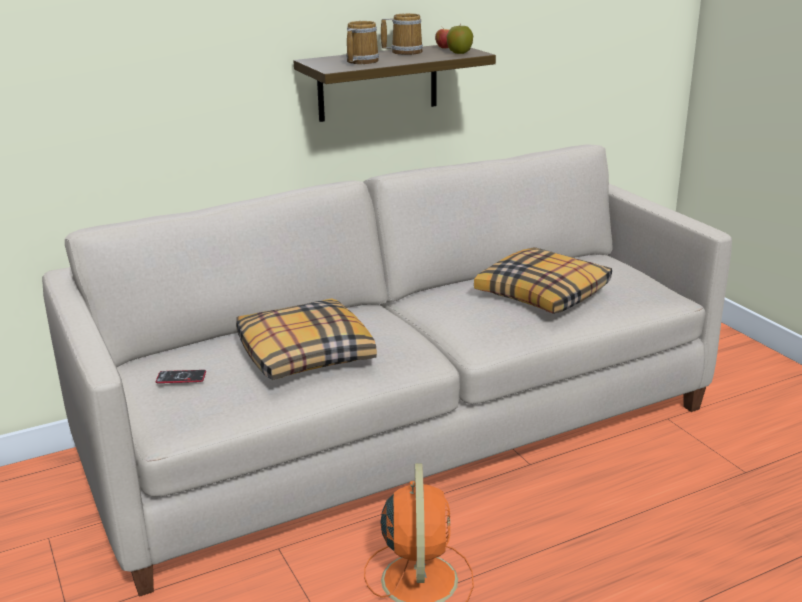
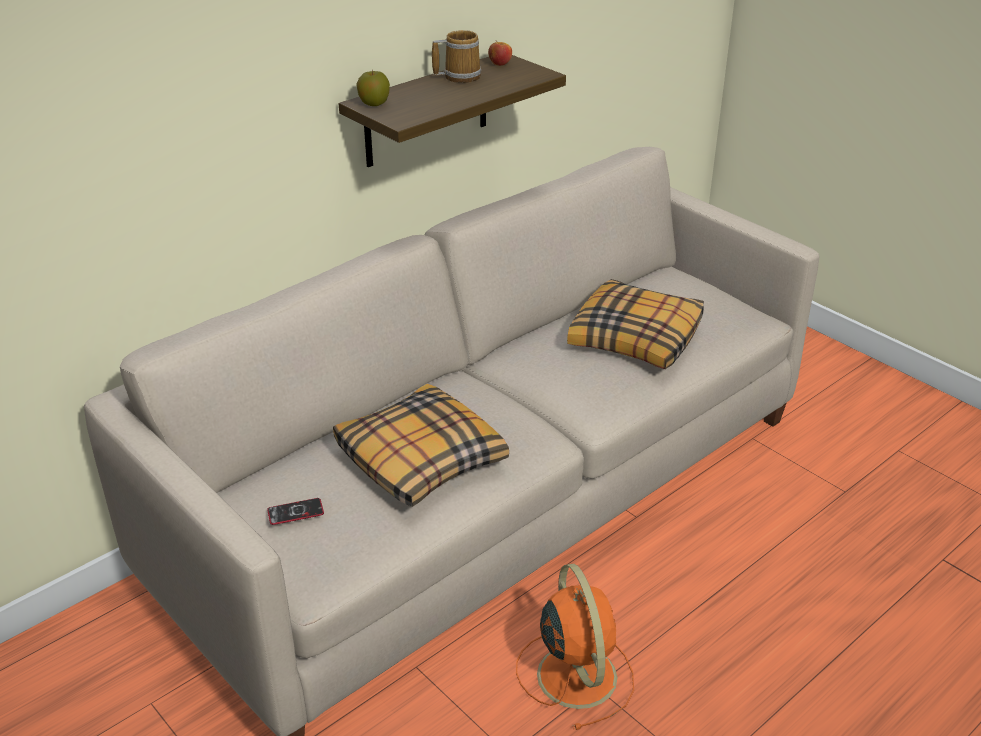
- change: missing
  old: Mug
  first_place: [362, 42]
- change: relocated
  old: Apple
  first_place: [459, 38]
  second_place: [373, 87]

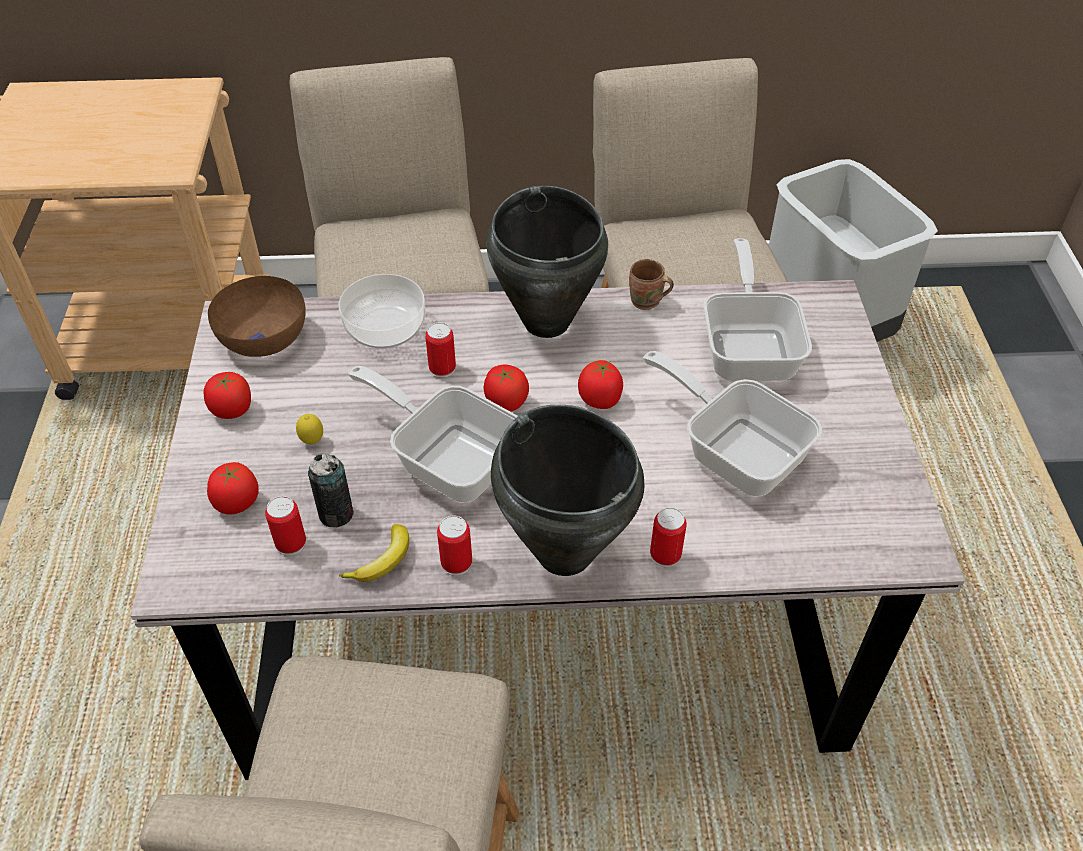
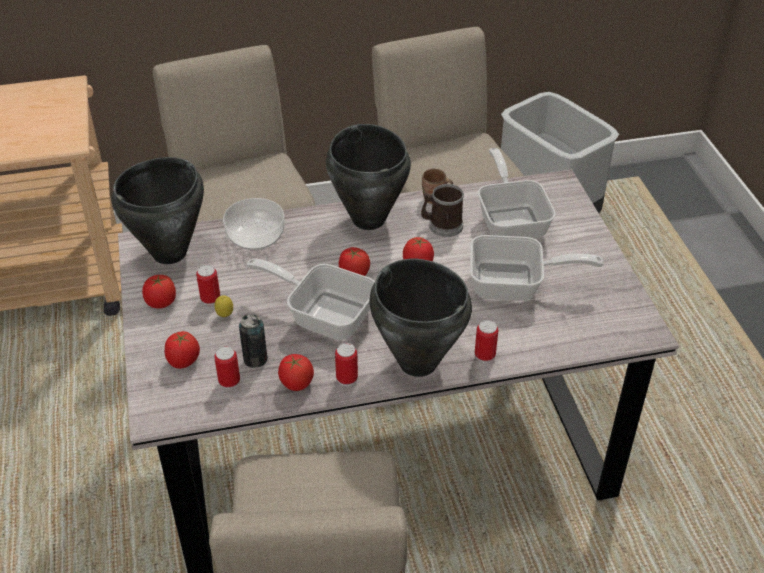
- change: appeared
  new: Mug
  second_place: [442, 210]
- change: relocated
  old: Can
  first_place: [440, 350]
  second_place: [208, 285]
- change: exchanged
  old: BrownBowl
  new: BlackCookingPot
  first_place: [257, 316]
  second_place: [158, 210]
- change: exchanged
  old: Banana
  new: Tomato
  first_place: [374, 553]
  second_place: [296, 372]
- change: spun
  old: FryingPan
  first_place: [732, 423]
  second_place: [537, 268]
  degrees: 150

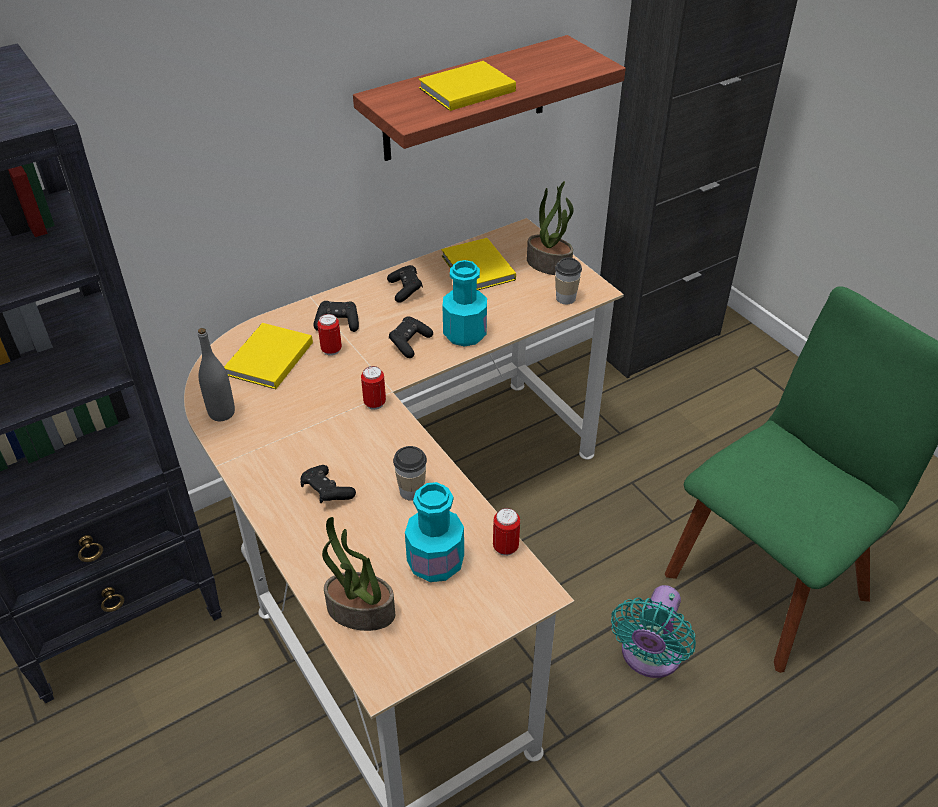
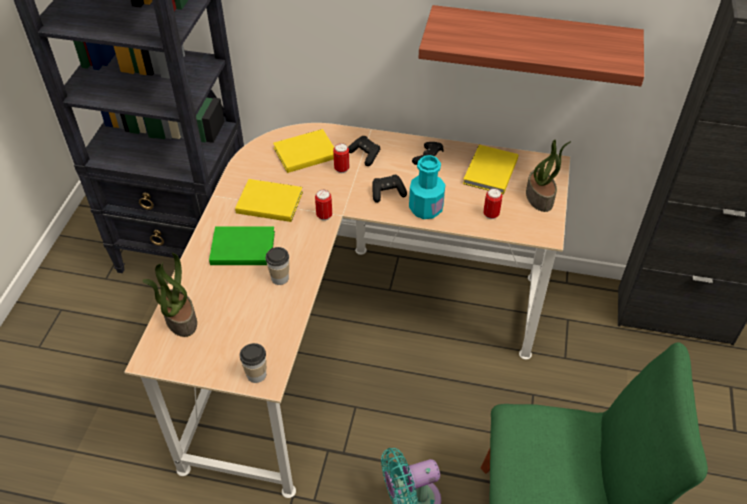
- change: missing
  old: GreyBottle
  first_place: [216, 374]
- change: missing
  old: TurquoiseBottle
  first_place: [434, 532]
- change: relocated
  old: YellowBook
  first_place: [467, 86]
  second_place: [269, 200]
- change: relocated
  old: Can
  first_place: [506, 532]
  second_place: [492, 203]
- change: relocated
  old: Cup
  first_place: [568, 281]
  second_place: [253, 363]
- change: exchanged
  old: BlackGameController
  new: GreenBook
  first_place: [328, 484]
  second_place: [242, 245]

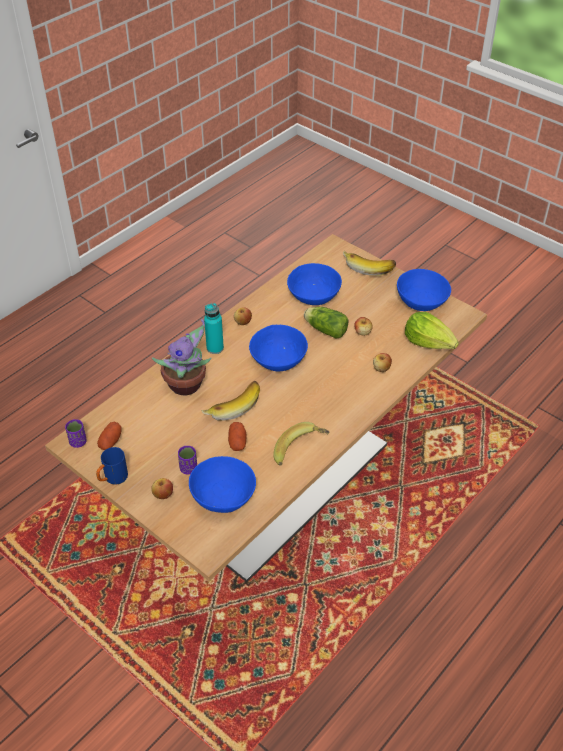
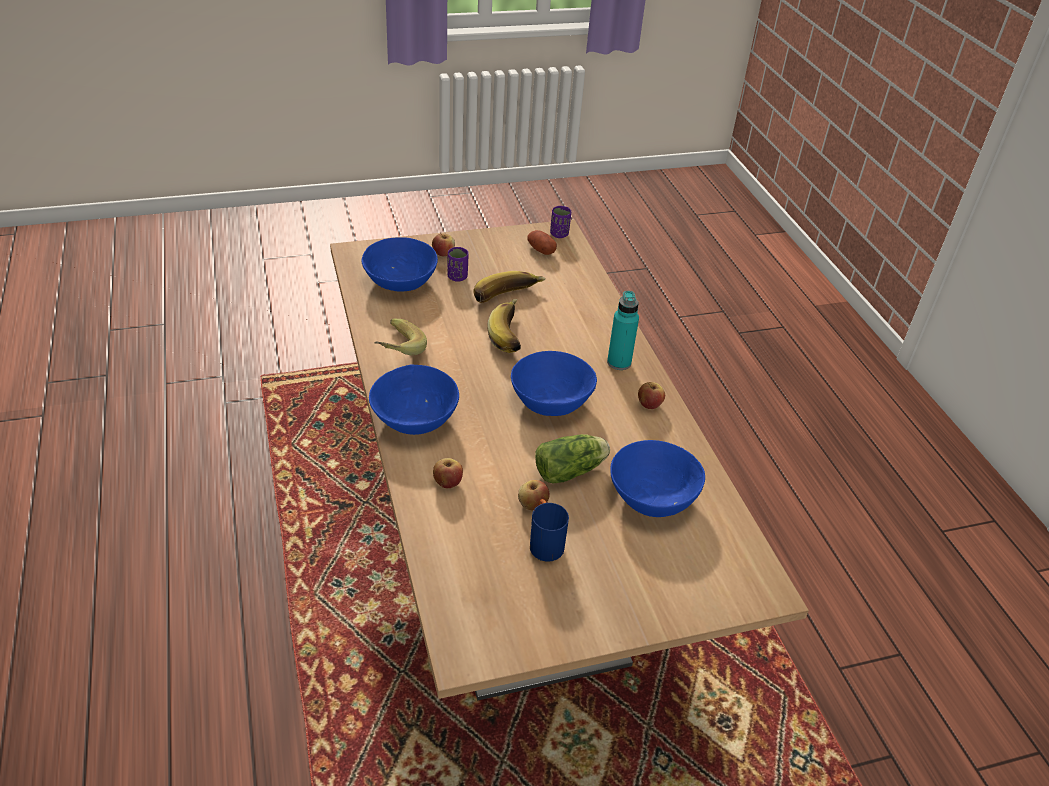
- change: missing
  old: PottedPlant
  first_place: [181, 357]
- change: missing
  old: Potato
  first_place: [237, 436]
- change: missing
  old: Lettuce
  first_place: [432, 330]
- change: relocated
  old: BlueMug
  first_place: [112, 466]
  second_place: [549, 530]
- change: relocated
  old: Banana
  first_place: [369, 263]
  second_place: [509, 287]
- change: relocated
  old: BlueBowl
  first_place: [424, 290]
  second_place: [414, 400]

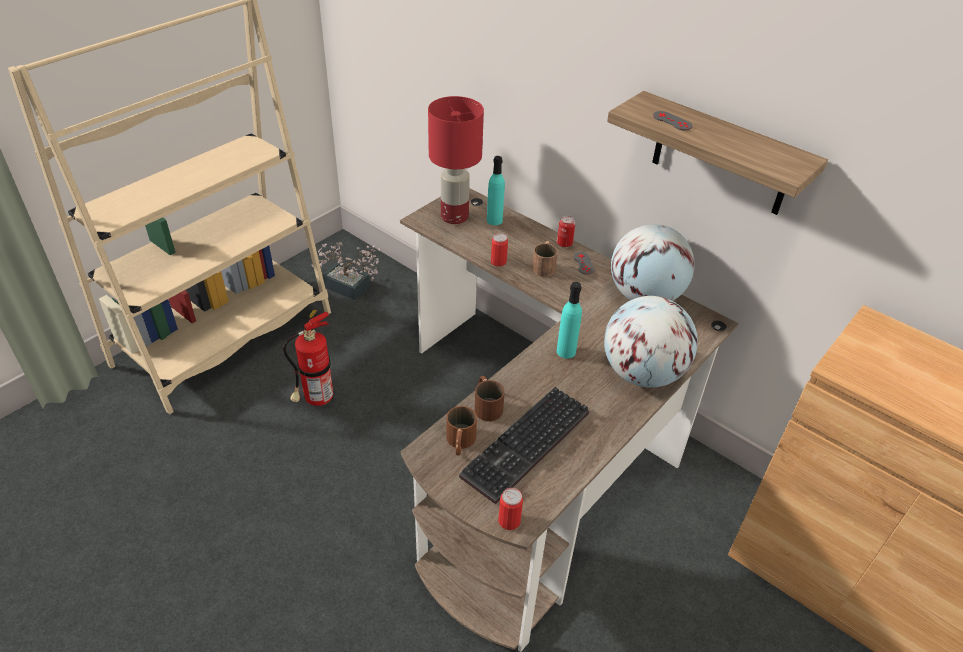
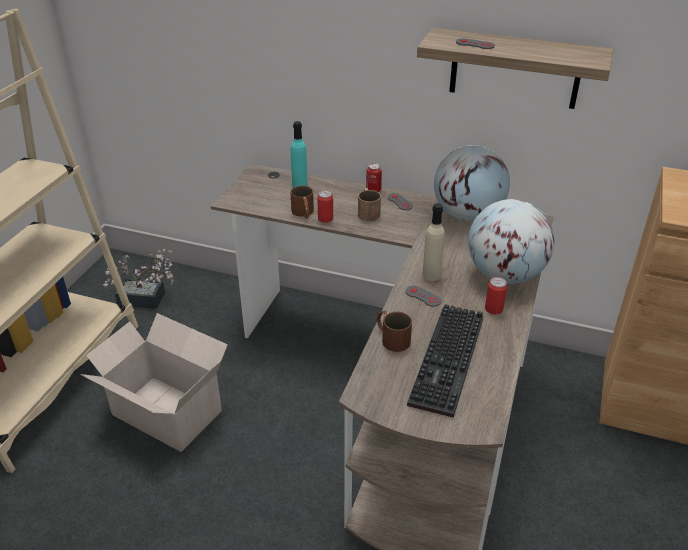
- change: missing
  old: RedTableLamp
  first_place: [456, 160]
- change: appeared
  new: GreyGameController
  second_place: [423, 296]
- change: relocated
  old: BrownMug
  first_place: [461, 430]
  second_place: [302, 202]
- change: relocated
  old: Can
  first_place: [510, 509]
  second_place: [496, 295]
- change: exchanged
  old: FireExtinguisher
  new: CardboardBox
  first_place: [308, 358]
  second_place: [154, 382]
- change: colour
  old: TurquoiseBottle
  new: BeigeBottle
  first_place: [569, 320]
  second_place: [433, 242]

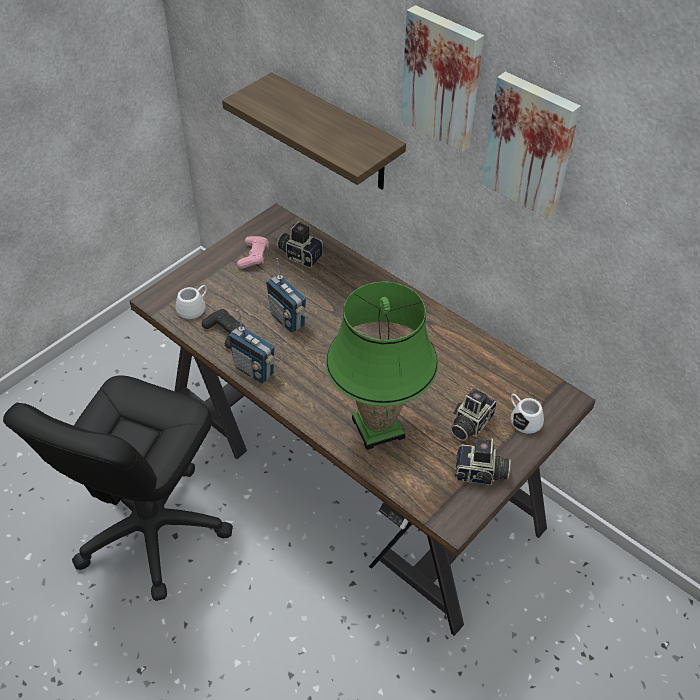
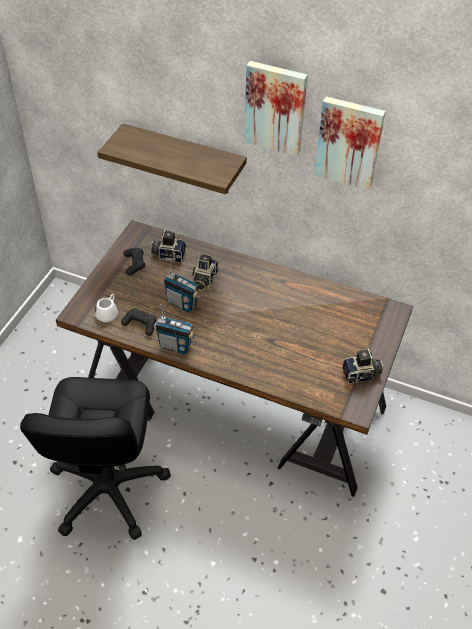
- change: missing
  old: GreenTableLamp
  first_place: [382, 366]
- change: missing
  old: WhiteMug
  first_place: [527, 414]
- change: relocated
  old: PhotoCamera
  first_place: [473, 414]
  second_place: [205, 272]
- change: colour
  old: PinkGameController
  new: BlackGameController
  first_place: [253, 252]
  second_place: [134, 261]

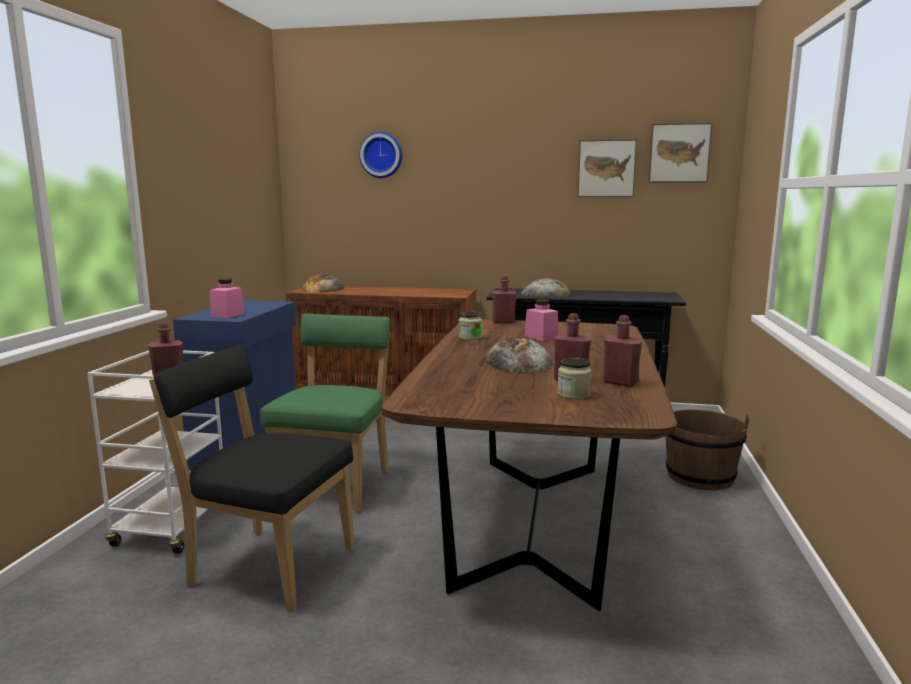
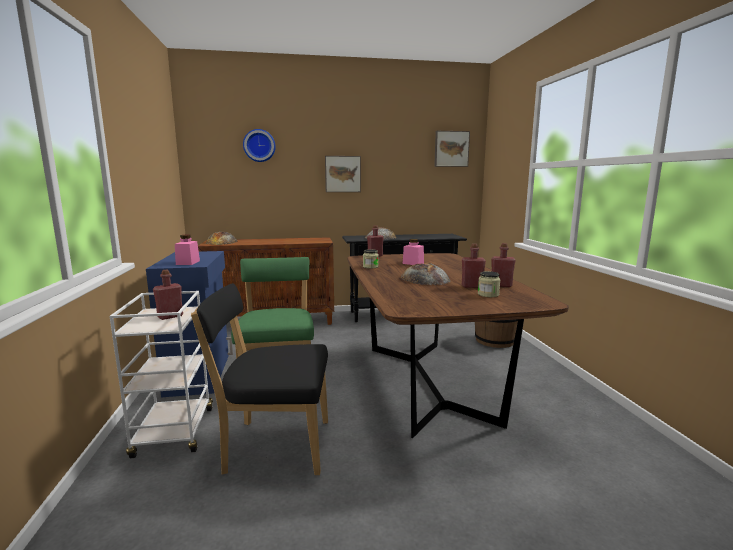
- change: relocated
  old: Picture
  first_place: [607, 168]
  second_place: [343, 174]

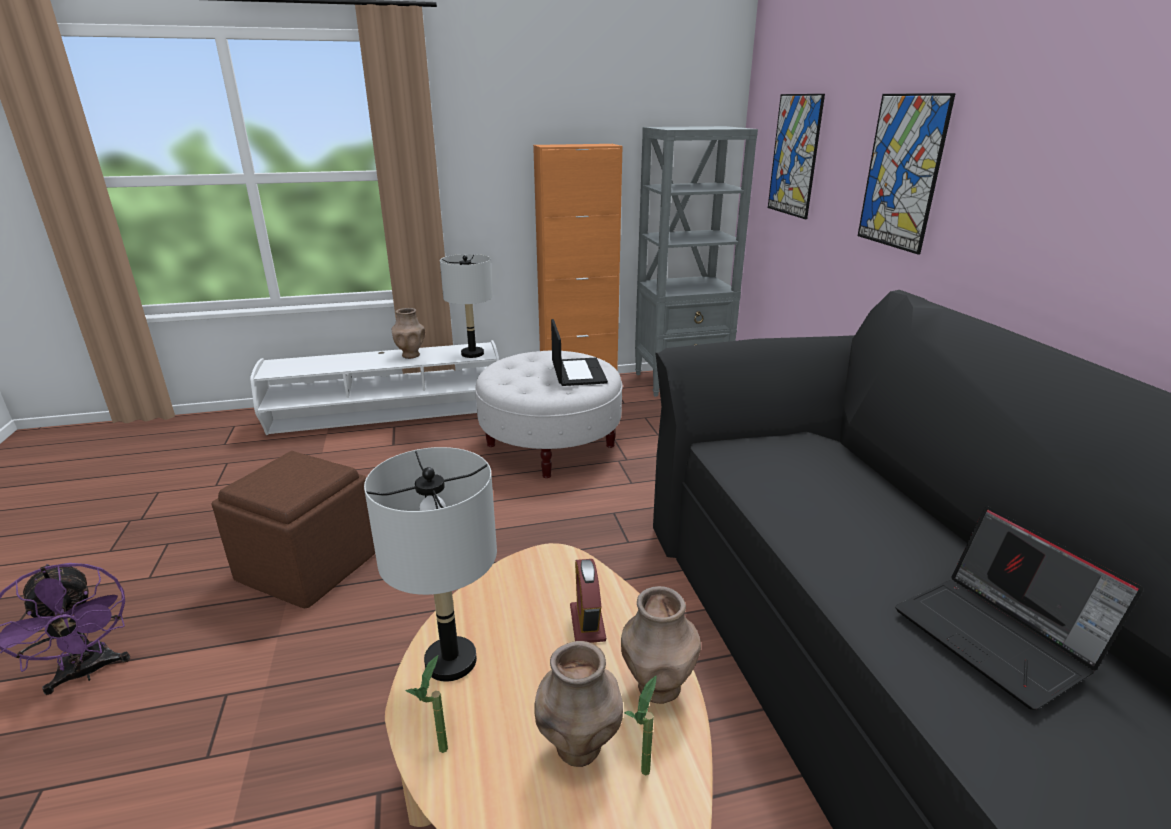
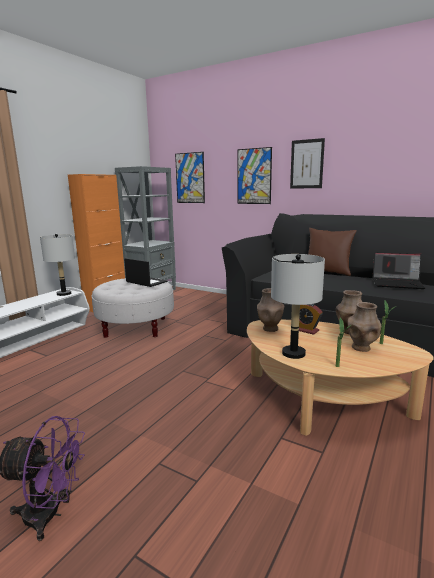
- change: missing
  old: BrownOttoman
  first_place: [293, 529]
- change: appeared
  new: Picture
  second_place: [307, 163]
- change: appeared
  new: BrownPillow
  second_place: [332, 252]
- change: relocated
  old: BrownVase
  first_place: [408, 333]
  second_place: [270, 310]

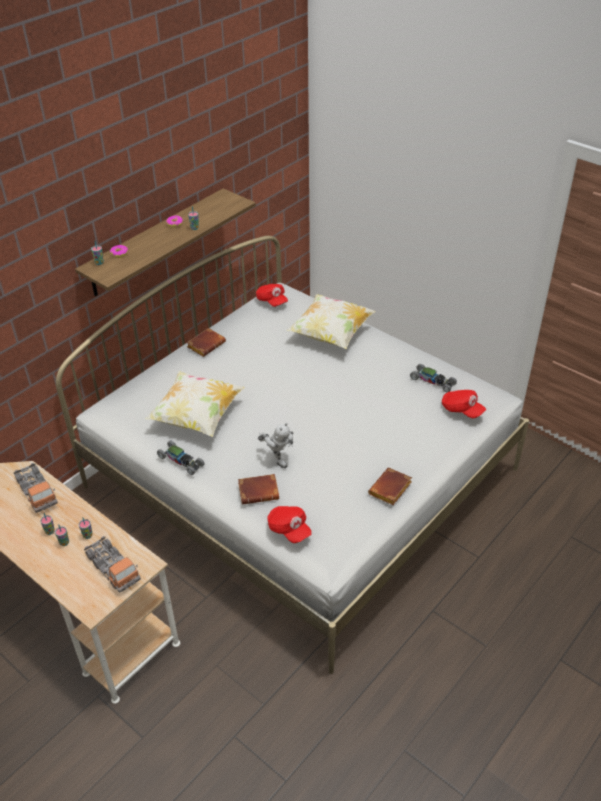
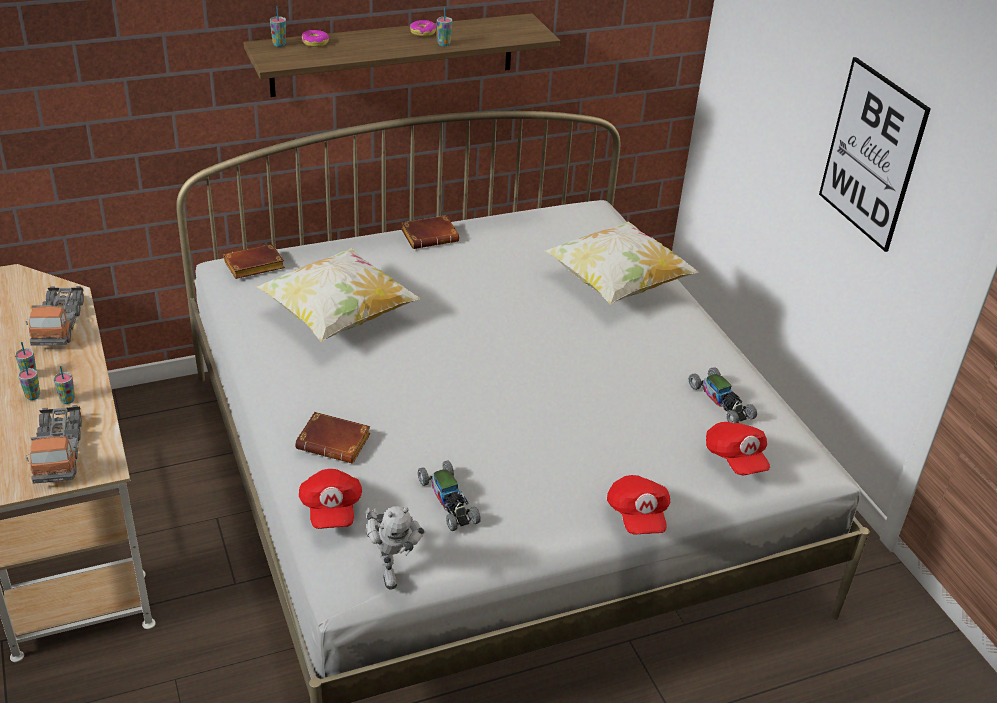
- change: appeared
  new: Picture
  second_place: [875, 154]
- change: relocated
  old: ToyCar
  first_place: [181, 457]
  second_place: [449, 496]
- change: relocated
  old: RedCap
  first_place: [272, 295]
  second_place: [638, 505]
- change: relocated
  old: ToyRobot
  first_place: [275, 445]
  second_place: [395, 547]
- change: relocated
  old: BrownBook
  first_place: [390, 486]
  second_place: [254, 261]

